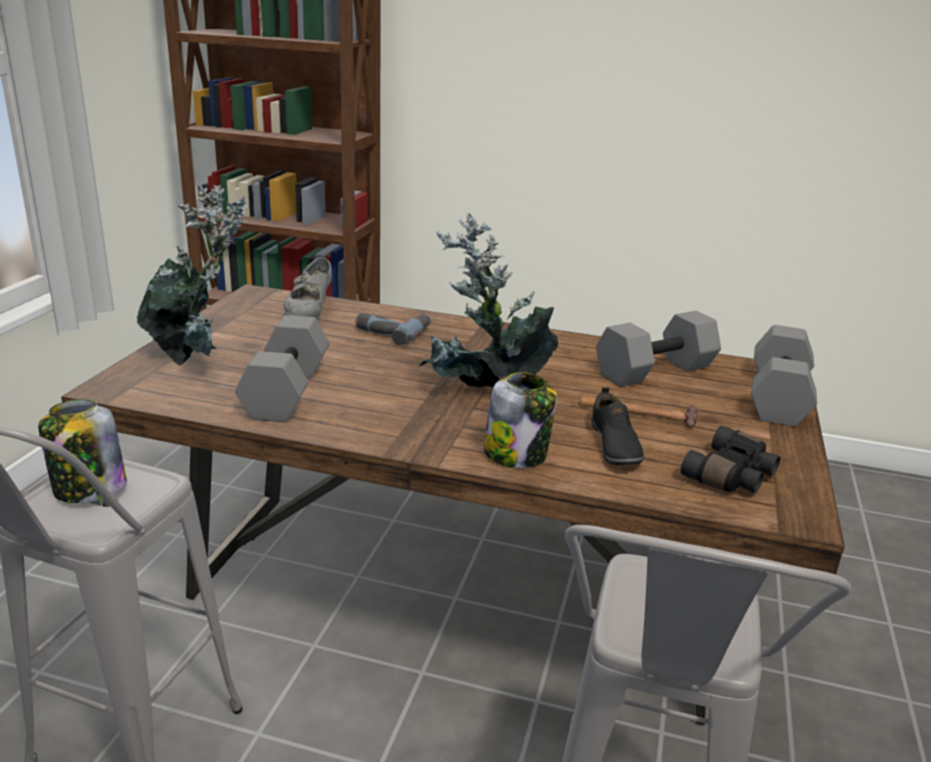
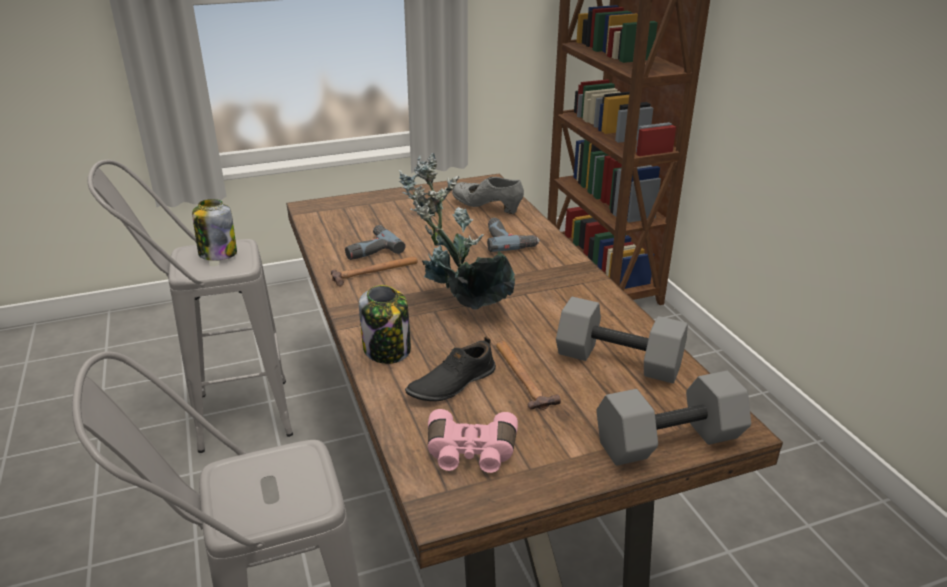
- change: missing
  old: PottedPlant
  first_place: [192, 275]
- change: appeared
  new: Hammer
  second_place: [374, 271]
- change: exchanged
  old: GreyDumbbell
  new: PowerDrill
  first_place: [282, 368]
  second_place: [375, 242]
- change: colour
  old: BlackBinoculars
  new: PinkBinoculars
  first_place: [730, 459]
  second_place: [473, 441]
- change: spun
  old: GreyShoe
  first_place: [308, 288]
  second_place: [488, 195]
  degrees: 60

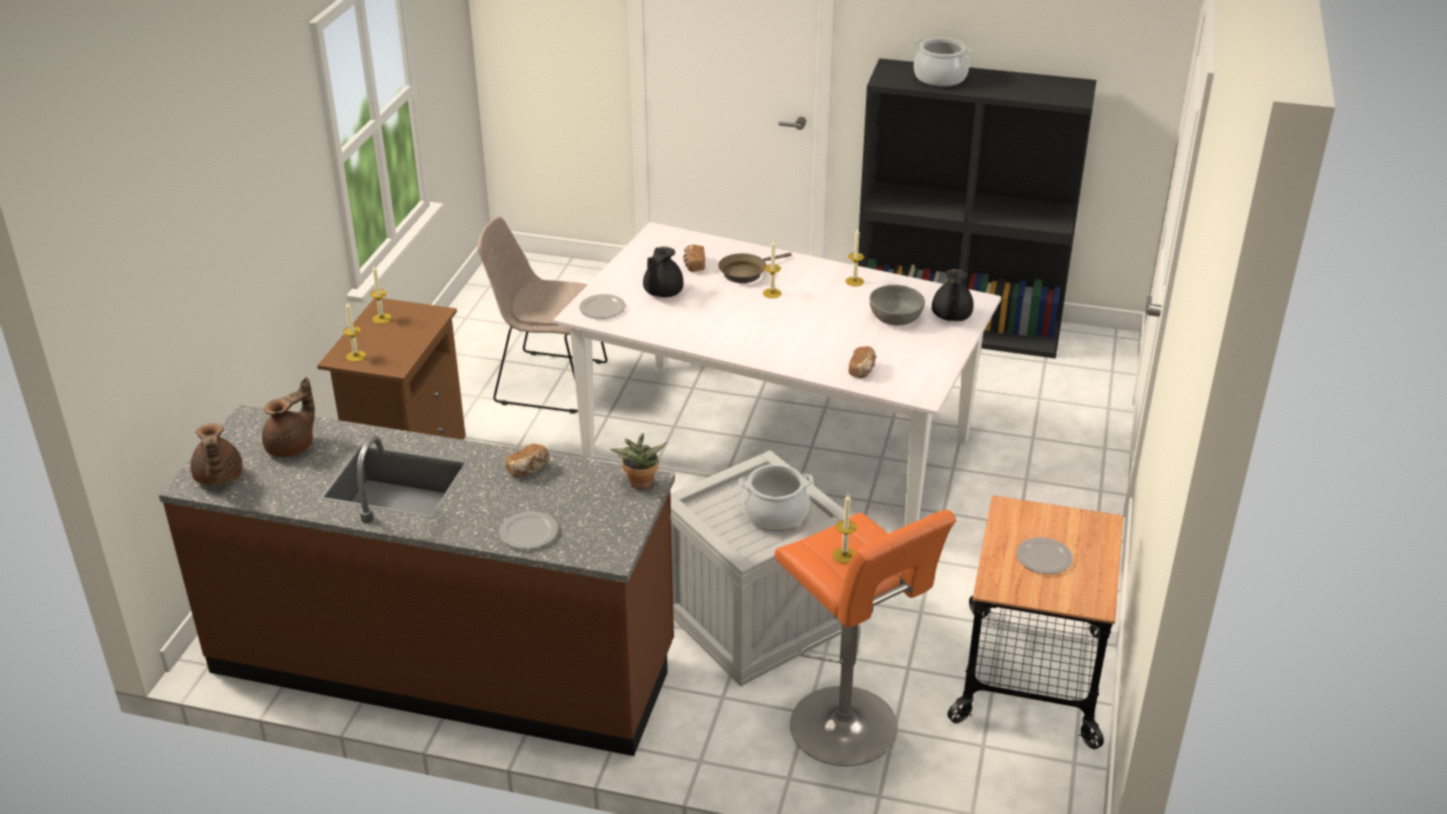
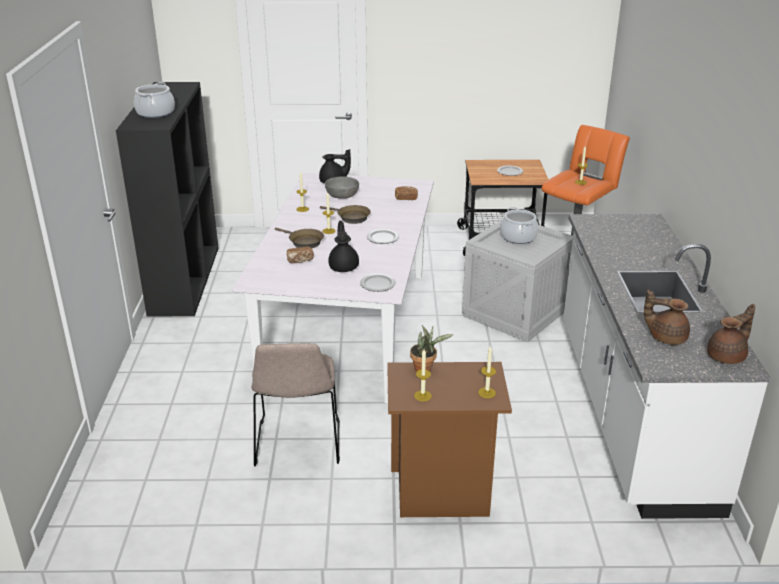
- change: missing
  old: Bread
  first_place: [527, 461]
- change: appeared
  new: BrownFryingPan
  second_place: [345, 214]
- change: relocated
  old: Plate
  first_place: [528, 530]
  second_place: [383, 236]
- change: relocated
  old: PottedPlant
  first_place: [638, 461]
  second_place: [431, 348]
- change: colour
  old: BrownCounter
  new: WhiteCounter
  first_place: [417, 580]
  second_place: [666, 366]
- change: spun
  old: BlackTeapot
  first_place: [663, 271]
  second_place: [343, 246]
  degrees: -105

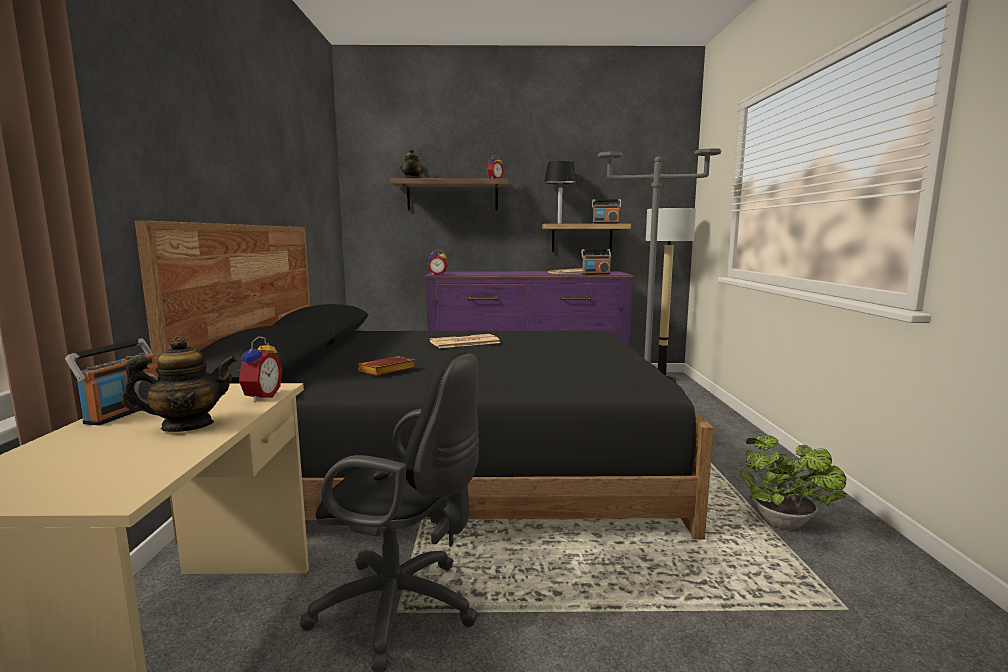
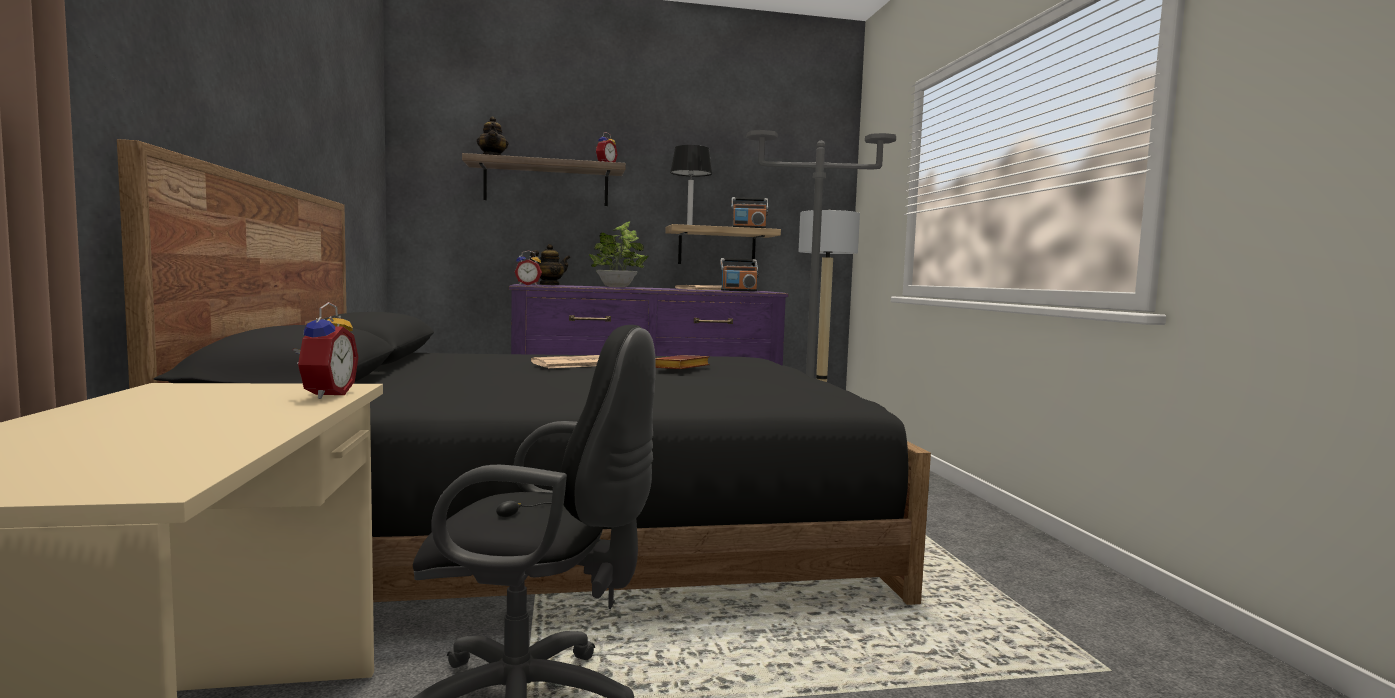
- change: missing
  old: Radio
  first_place: [111, 381]
- change: relocated
  old: Teapot
  first_place: [179, 384]
  second_place: [550, 264]
- change: relocated
  old: BrownBook
  first_place: [386, 366]
  second_place: [682, 362]
- change: relocated
  old: PottedPlant
  first_place: [792, 482]
  second_place: [618, 254]

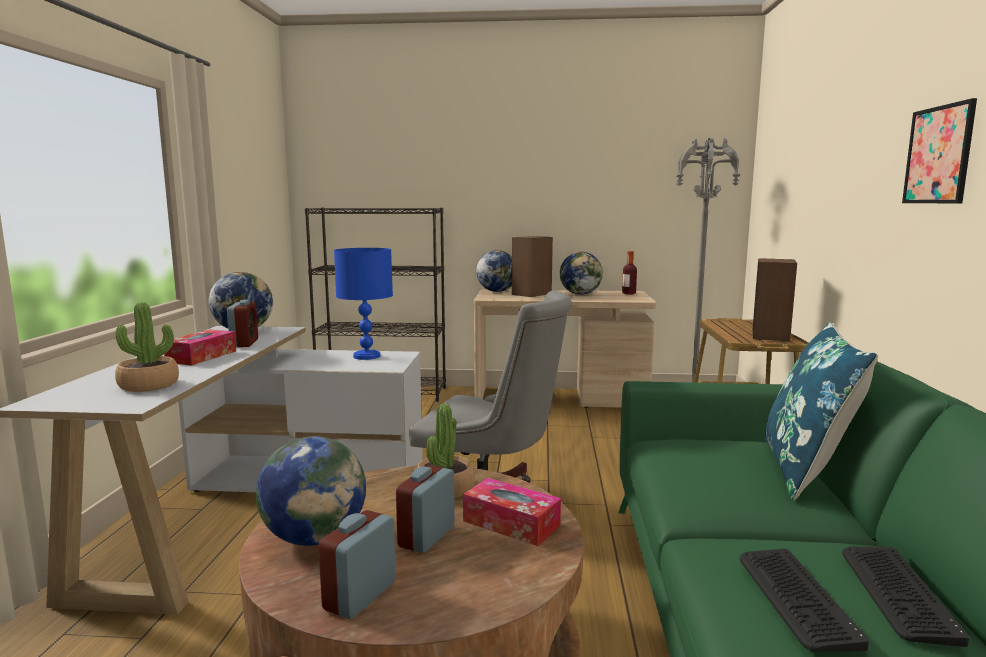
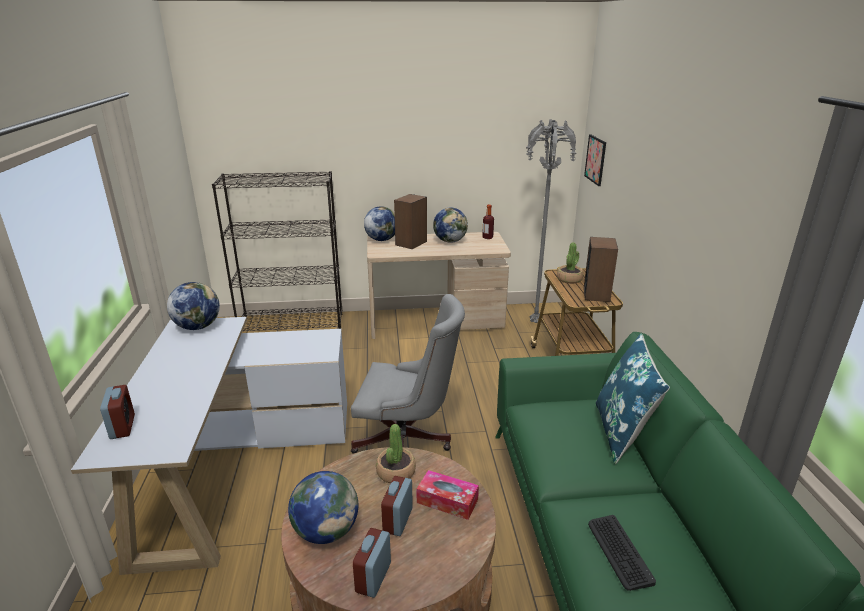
- change: missing
  old: TissueBox
  first_place: [200, 347]
- change: missing
  old: BlueTableLamp
  first_place: [363, 304]
- change: missing
  old: Keyboard
  first_place: [905, 597]
- change: relocated
  old: PottedPlant
  first_place: [147, 347]
  second_place: [570, 263]
- change: relocated
  old: AlarmClock
  first_place: [242, 323]
  second_place: [117, 412]
- change: relocated
  old: Picture
  first_place: [939, 150]
  second_place: [595, 160]

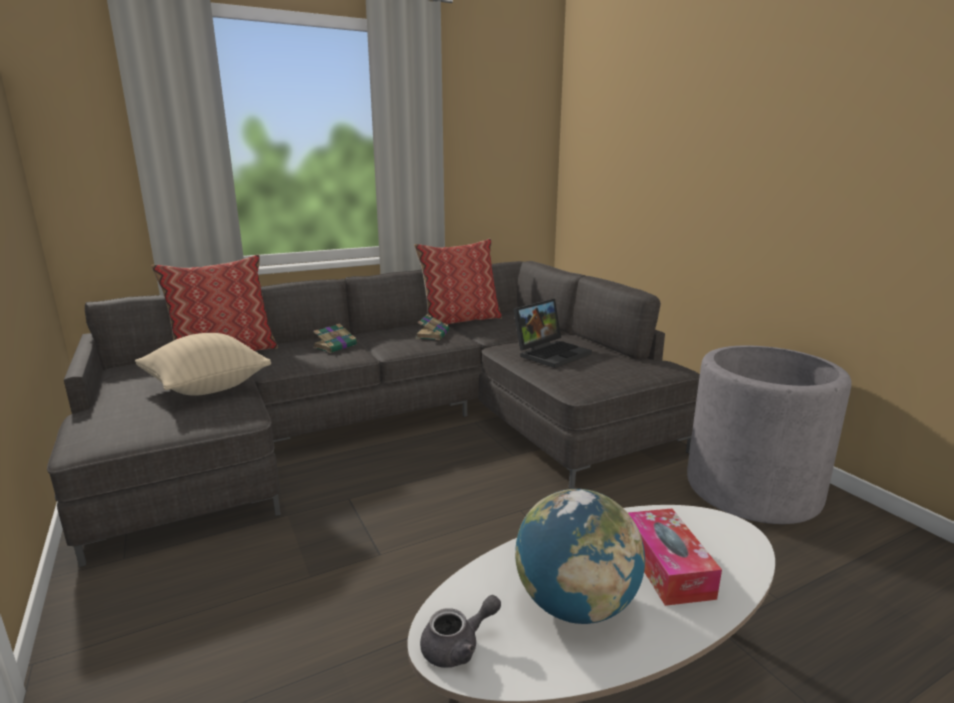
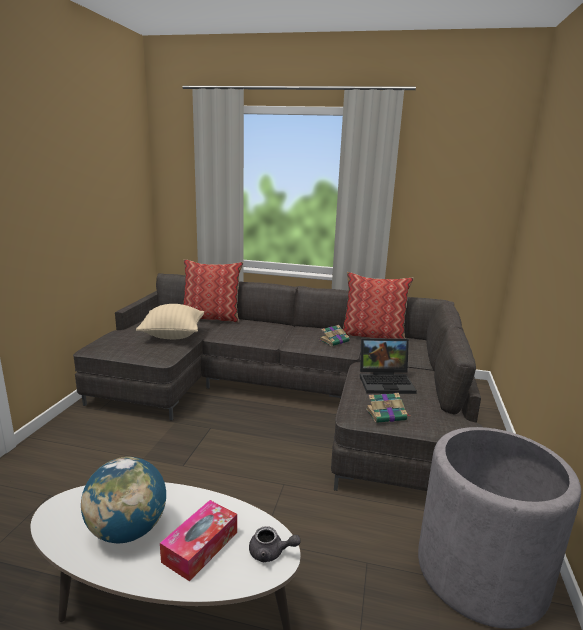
- change: relocated
  old: Book
  first_place: [335, 338]
  second_place: [388, 408]
- change: relocated
  old: GreyTeapot
  first_place: [460, 631]
  second_place: [275, 544]

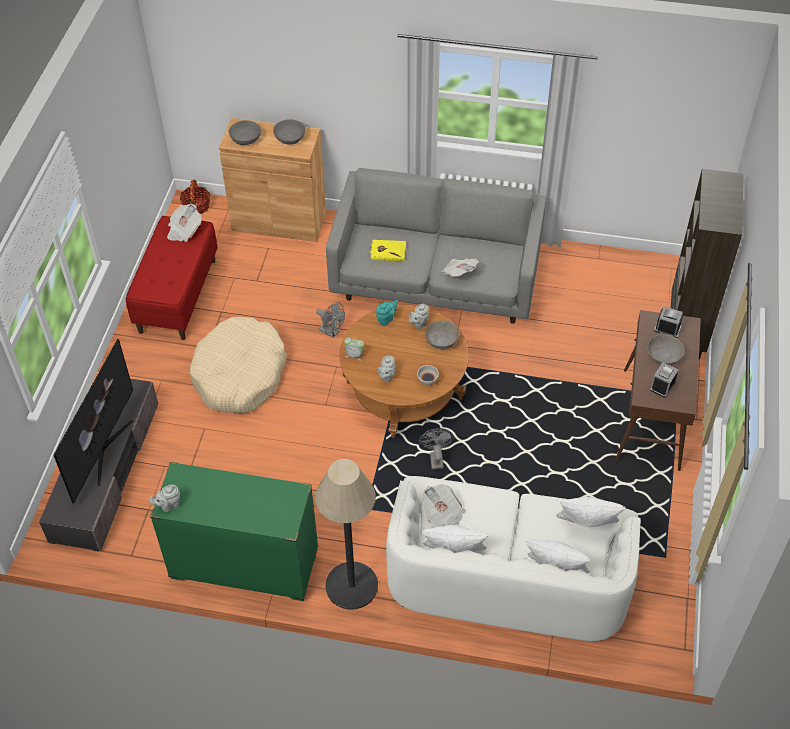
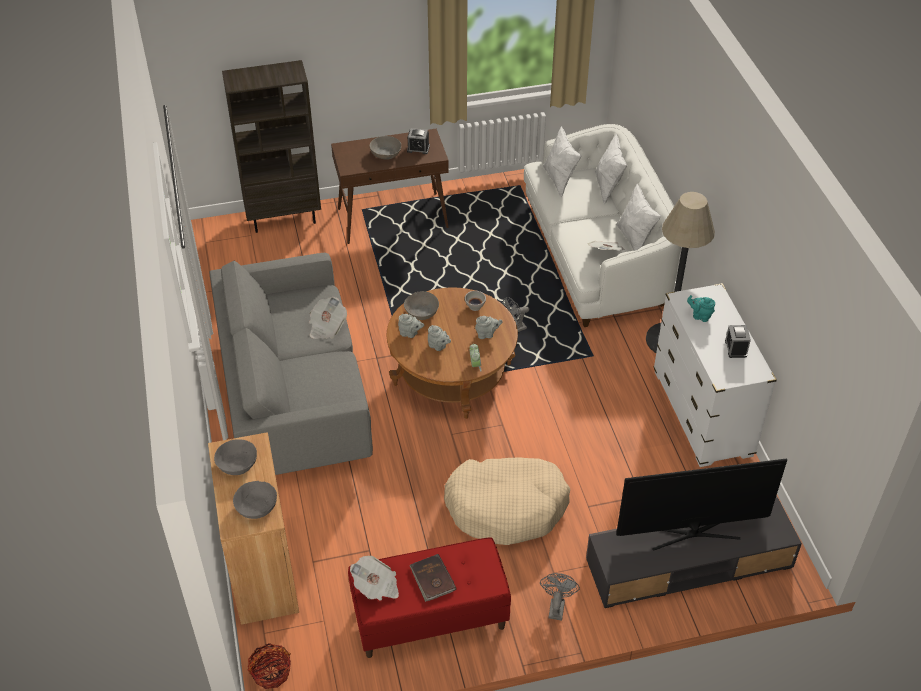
- change: missing
  old: YellowBook
  first_place: [388, 250]
- change: appeared
  new: BrownBook
  second_place: [433, 578]
- change: relocated
  old: GreyTeapot
  first_place: [165, 498]
  second_place: [439, 338]
- change: relocated
  old: GreyFan
  first_place: [330, 320]
  second_place: [560, 597]
- change: relocated
  old: TurquoiseTeapot
  first_place: [387, 313]
  second_place: [701, 308]
- change: relocated
  old: AlarmClock
  first_place: [668, 322]
  second_place: [738, 341]
- change: colour
  old: GreenDresser
  new: WhiteDresser
  first_place: [234, 531]
  second_place: [715, 375]

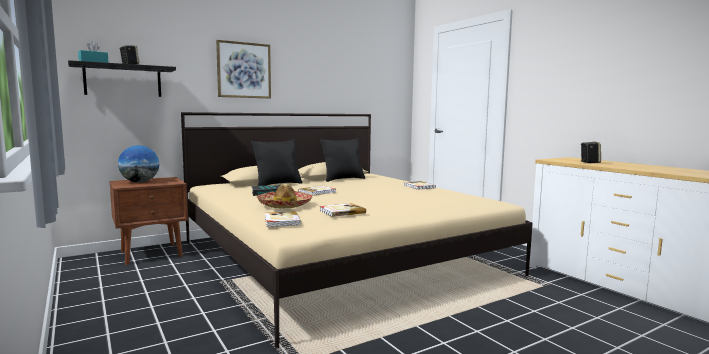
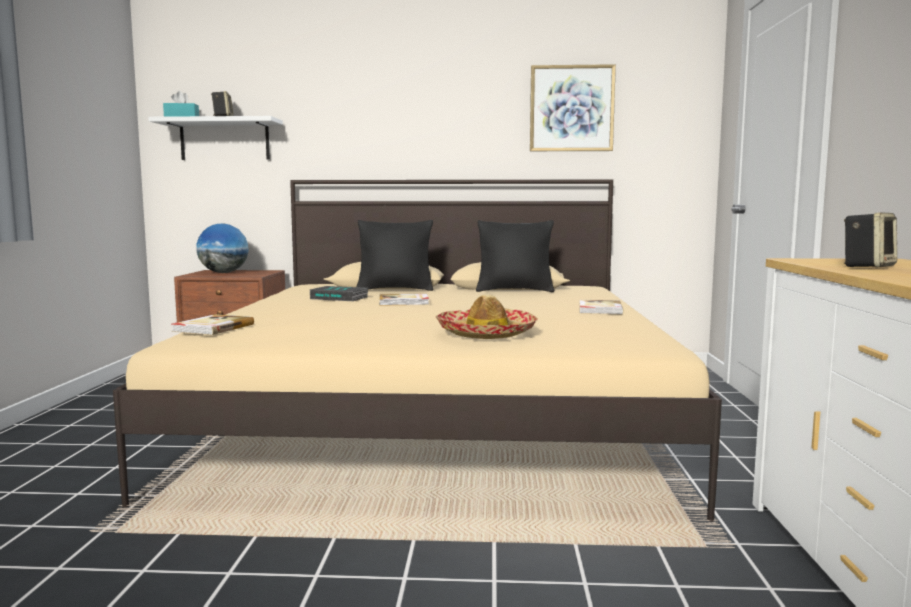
- change: missing
  old: Book
  first_place: [343, 210]
- change: relocated
  old: Picture
  first_place: [243, 69]
  second_place: [573, 107]
- change: relocated
  old: Hat
  first_place: [285, 196]
  second_place: [487, 316]
- change: colour
  old: BlackShelf
  new: WhiteShelf
  first_place: [122, 78]
  second_place: [215, 138]

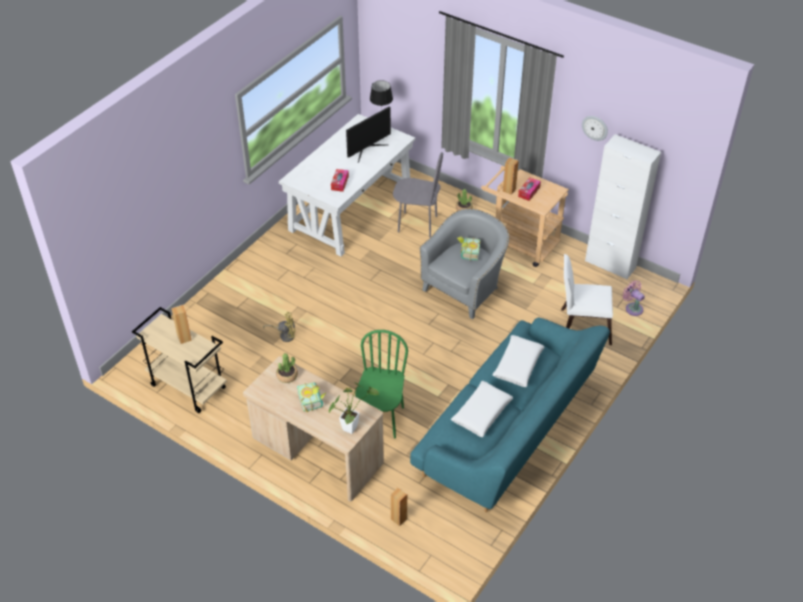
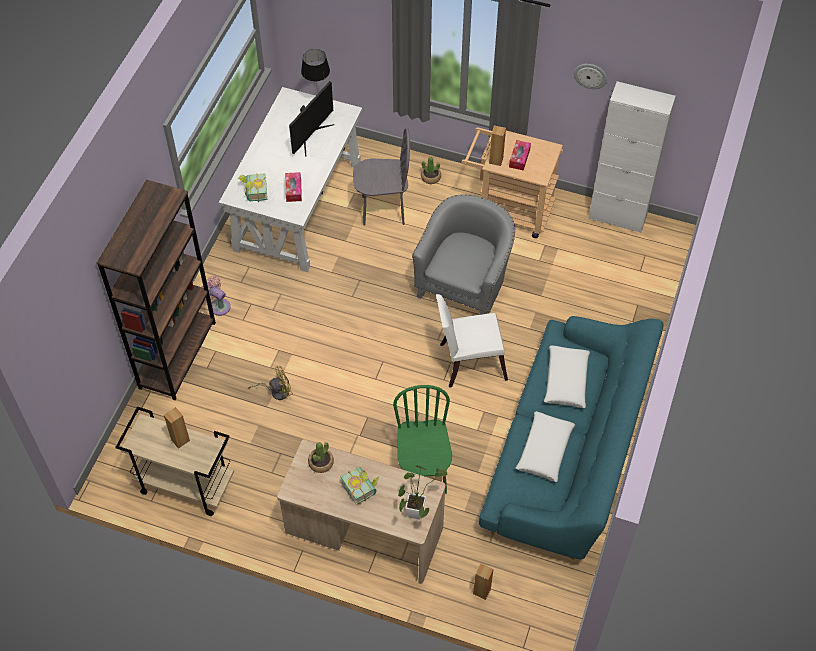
- change: appeared
  new: BrownBookcase
  second_place: [156, 290]
- change: relocated
  old: Book
  first_place: [469, 248]
  second_place: [253, 187]
- change: relocated
  old: WhiteChair
  first_place: [587, 299]
  second_place: [472, 341]
- change: relocated
  old: PinkFan
  first_place: [633, 298]
  second_place: [216, 296]

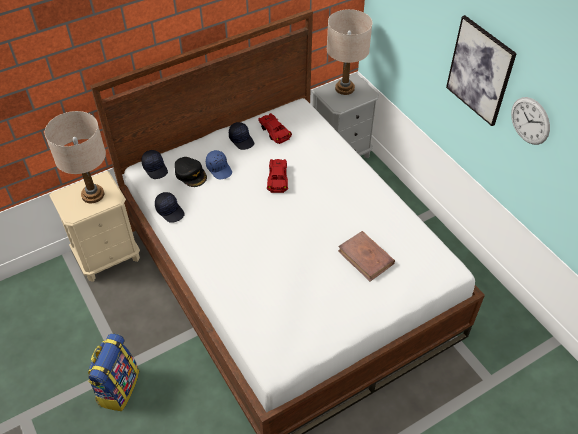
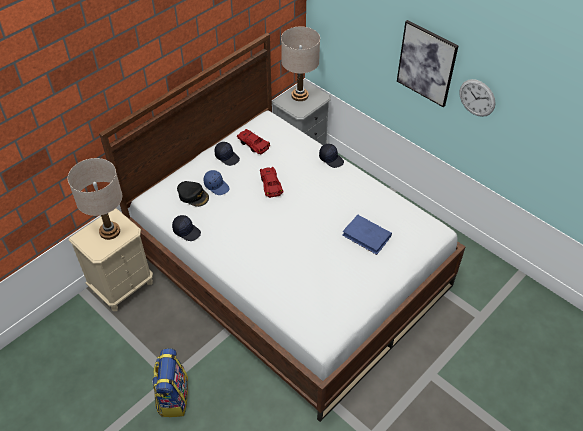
- change: relocated
  old: BlackCap
  first_place: [154, 164]
  second_place: [331, 156]
- change: colour
  old: BrownBook
  new: BlueBook
  first_place: [366, 256]
  second_place: [367, 235]

